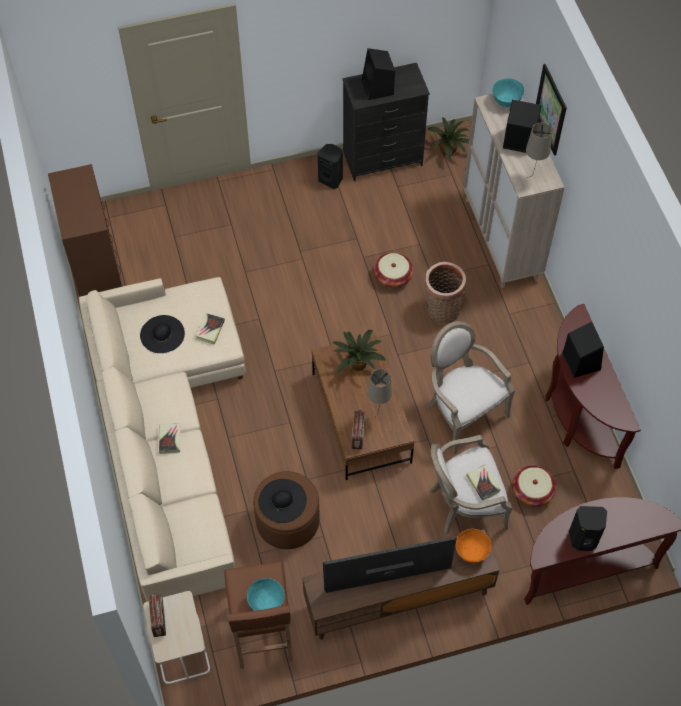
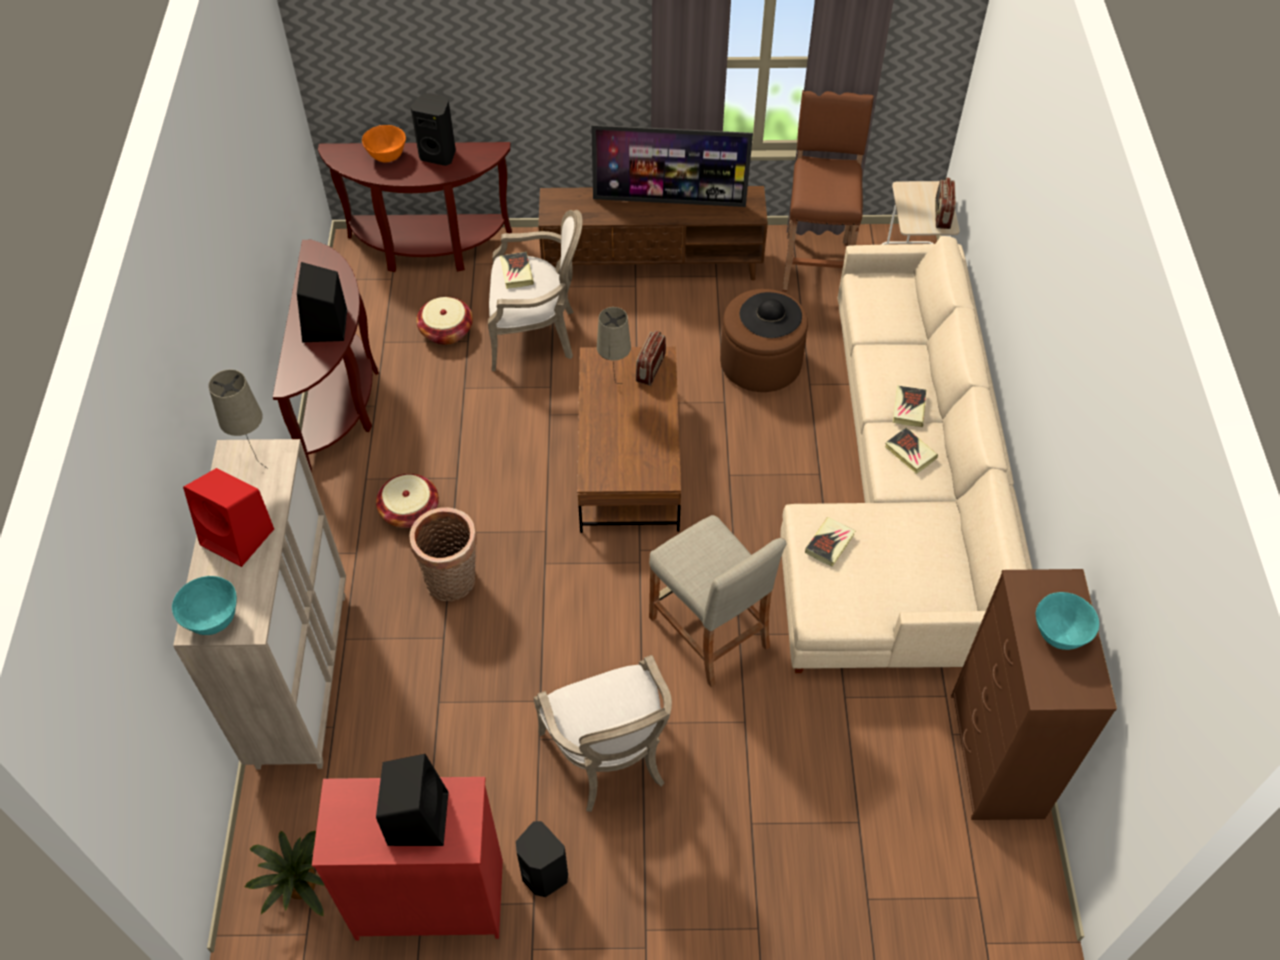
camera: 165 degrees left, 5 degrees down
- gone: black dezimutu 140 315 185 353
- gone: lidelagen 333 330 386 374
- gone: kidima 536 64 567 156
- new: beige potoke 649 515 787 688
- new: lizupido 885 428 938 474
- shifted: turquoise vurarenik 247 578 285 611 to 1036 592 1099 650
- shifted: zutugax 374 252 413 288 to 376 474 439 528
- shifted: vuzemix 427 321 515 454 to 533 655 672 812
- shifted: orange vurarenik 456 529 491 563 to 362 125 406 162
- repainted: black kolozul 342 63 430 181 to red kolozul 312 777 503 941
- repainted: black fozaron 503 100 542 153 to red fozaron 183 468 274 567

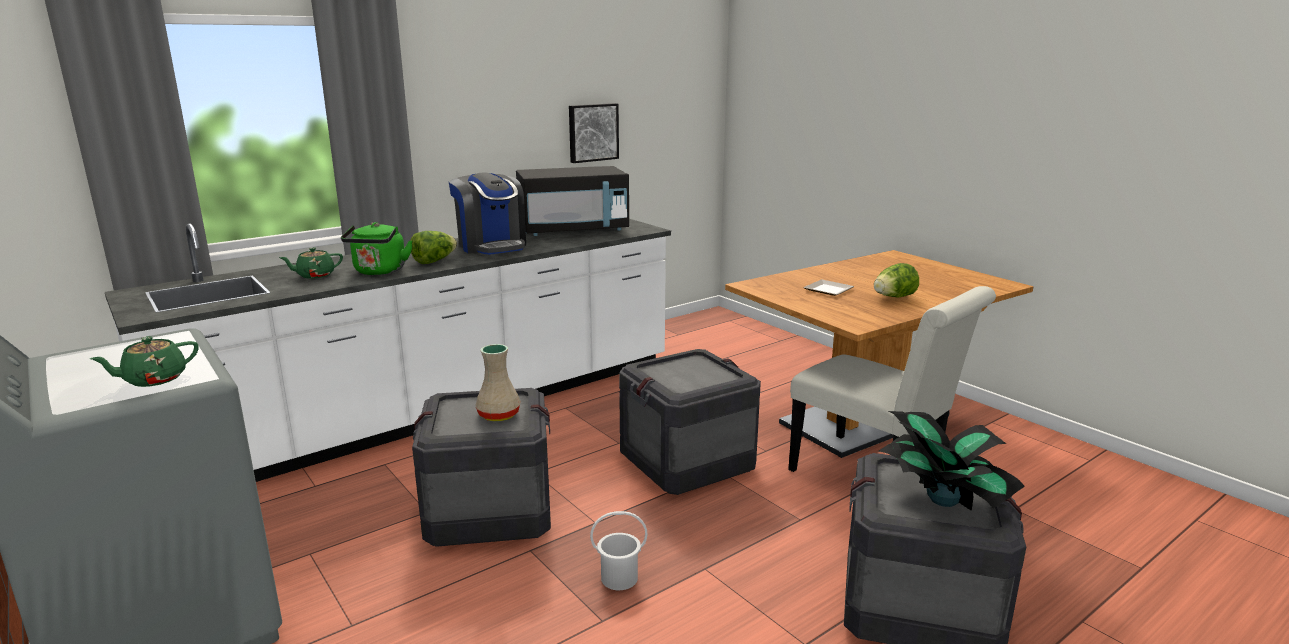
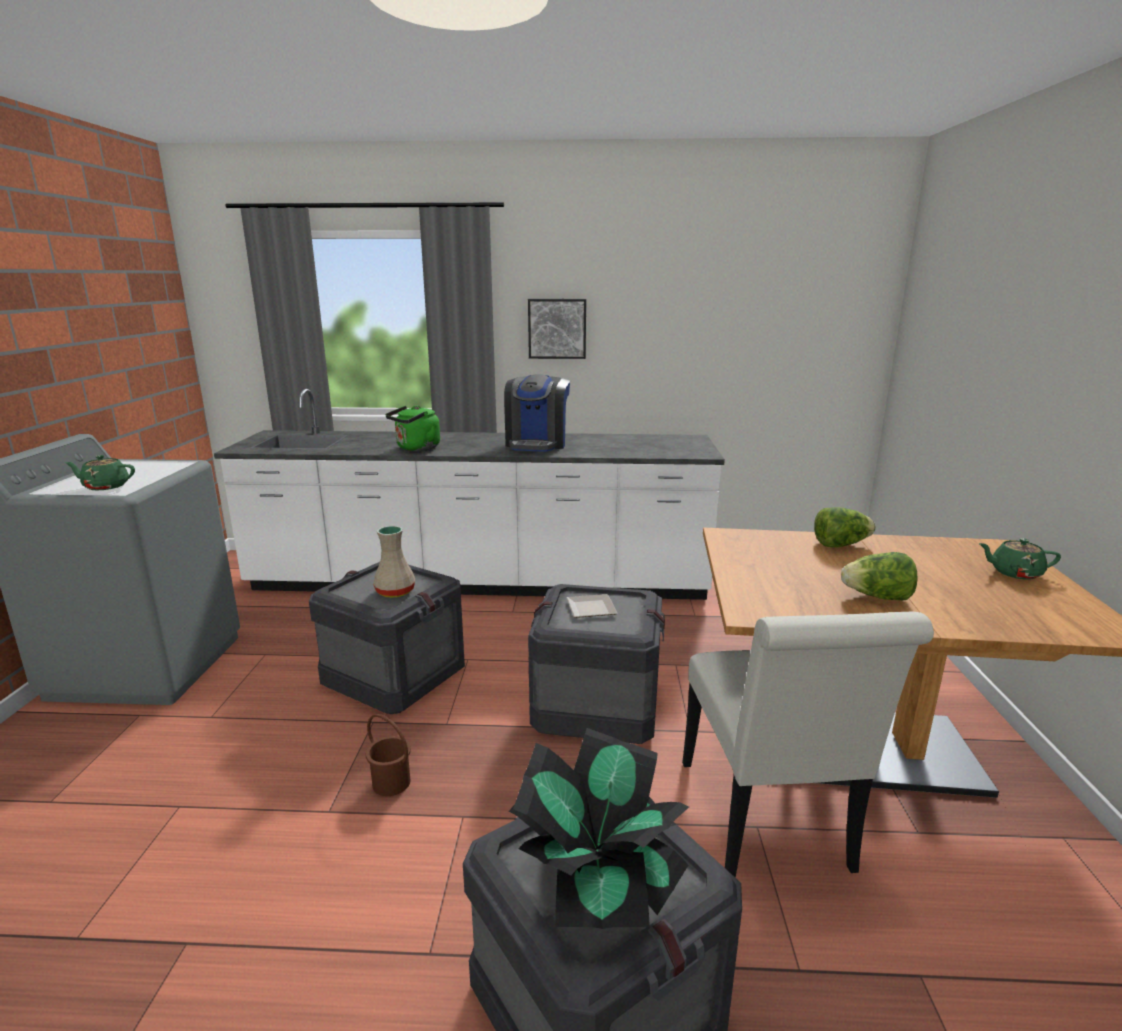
camera: 40 degrees right, 0 degrees up
- gone: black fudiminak 516 166 629 236
- shifted: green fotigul 279 247 343 279 to 979 538 1061 579
- shifted: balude 410 231 457 264 to 814 507 876 548
- shifted: kidima 569 103 619 163 to 528 299 586 359
- shifted: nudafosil 803 279 854 296 to 566 594 618 618
- repainted: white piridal 590 511 648 590 to brown piridal 366 714 411 796

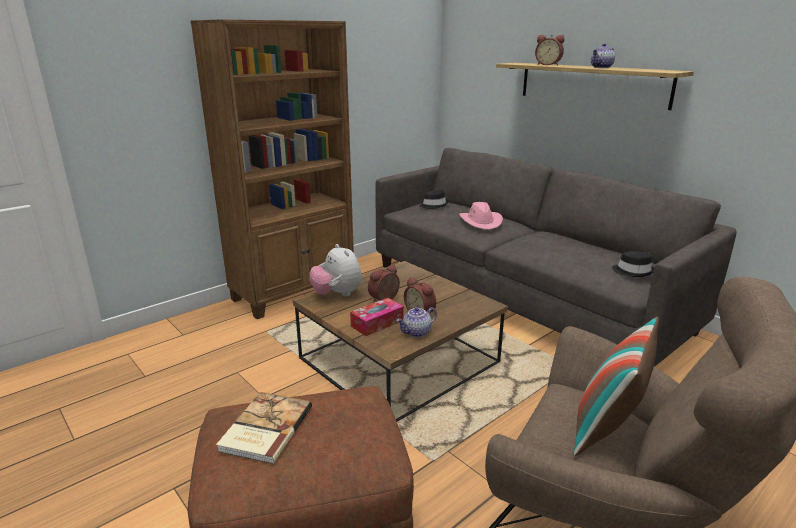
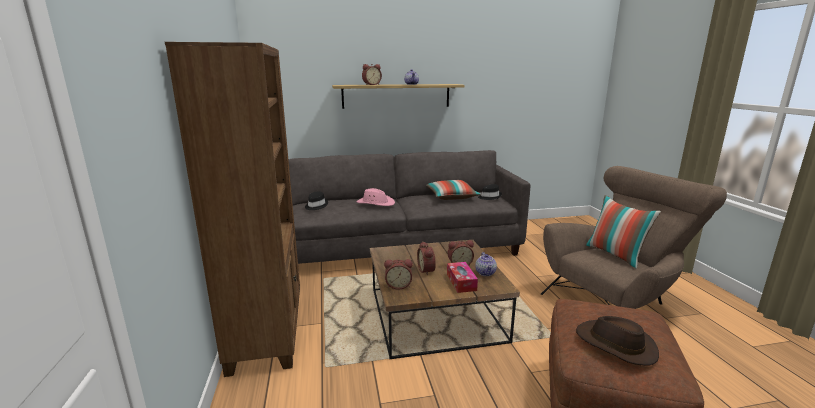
camera: 60 degrees left, 5 degrees down
- new: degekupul 426 180 481 200
- swapped: lizupido 216 392 312 464 to brown dezimutu 576 316 659 366
- swapped: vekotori 309 244 362 297 to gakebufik 384 259 413 290

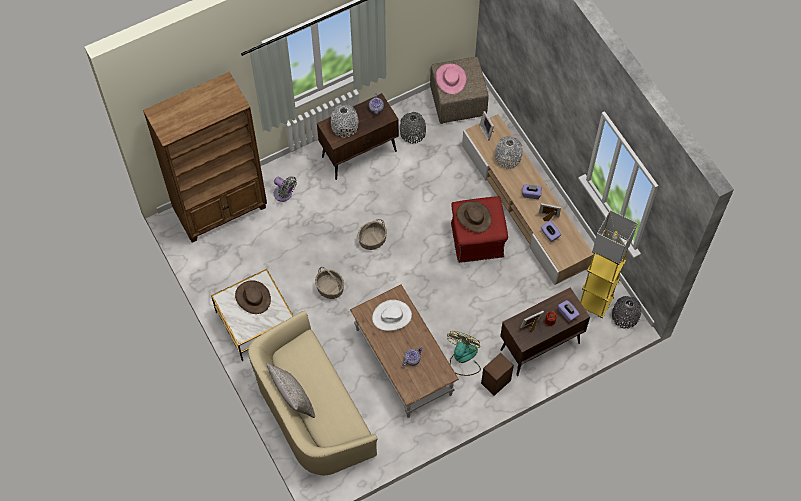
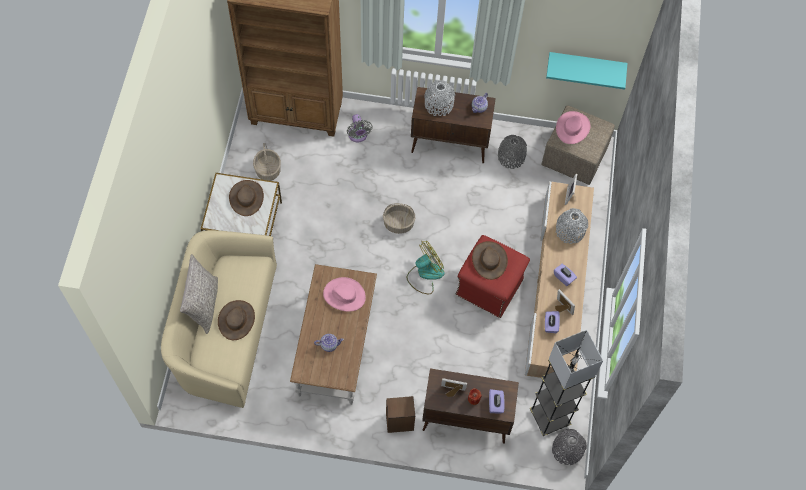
camera: 35 degrees right, 0 degrees up
- new: brown dezimutu 218 300 255 340
- new: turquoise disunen 546 52 627 90
- shifted: zutugax 315 267 344 299 to 253 143 281 181
- shifted: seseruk 447 331 481 376 to 407 240 445 294
- repainted: white dezimutu 372 300 412 331 to pink dezimutu 323 277 366 312
- repainted: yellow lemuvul 580 210 638 318 to grey lemuvul 530 330 603 436

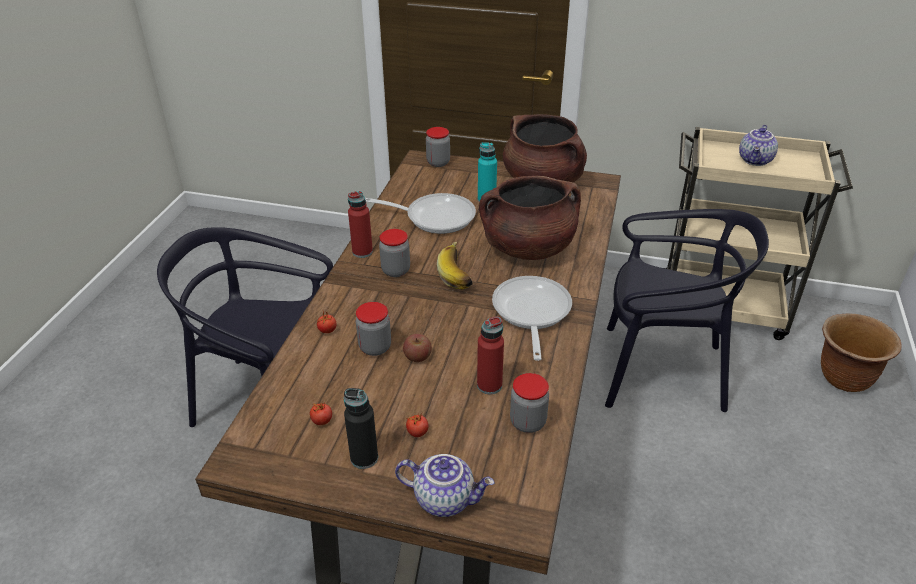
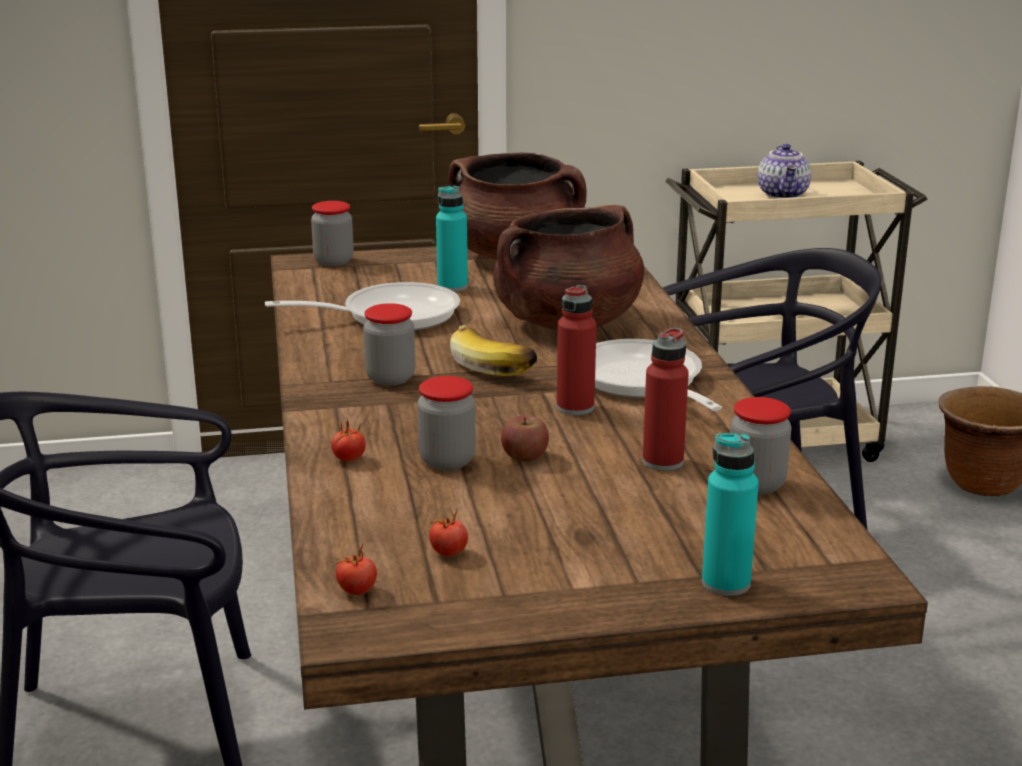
camera: 25 degrees left, 15 degrees down
- gone: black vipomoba 344 388 378 469
- shifted: red vipomoba 348 191 373 258 to 557 285 597 415
- shifted: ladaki 406 413 429 437 to 336 544 377 595
- swapped: fotigul 395 454 495 517 to turquoise vipomoba 702 433 759 596

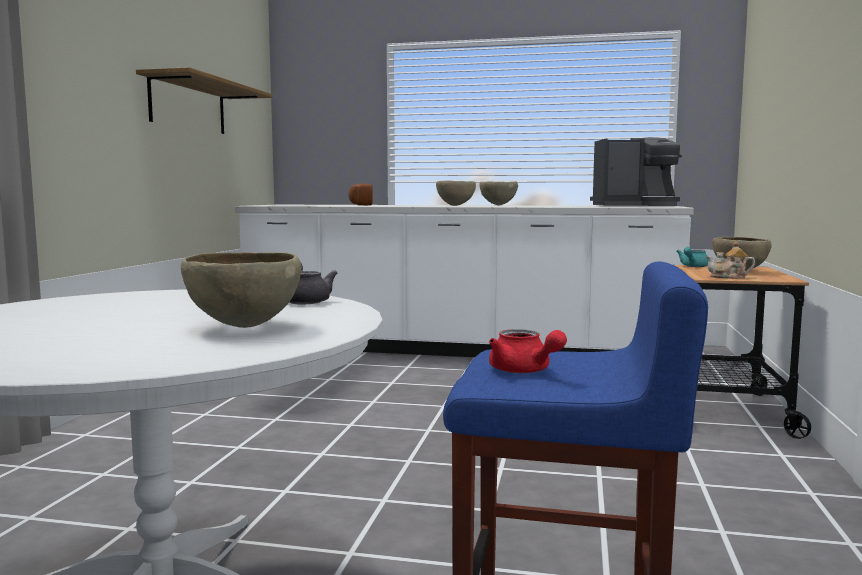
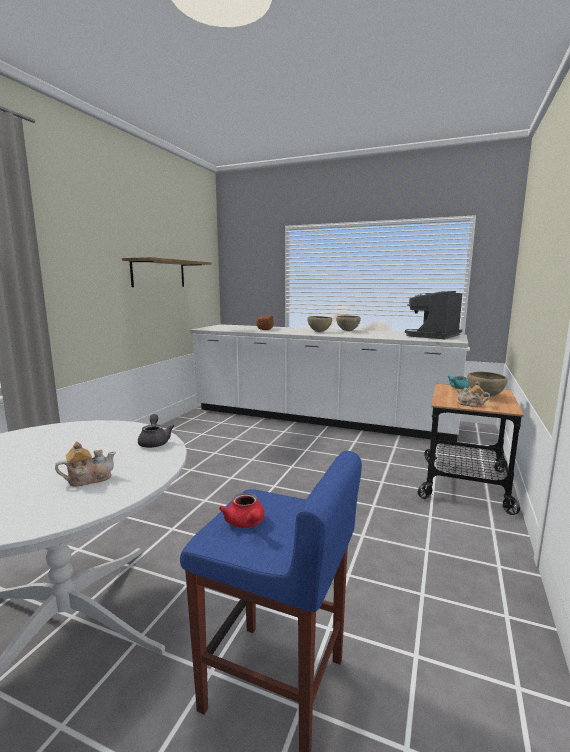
camera: 10 degrees right, 5 degrees up
- swapped: brown vurarenik 181 252 302 328 to fotigul 55 441 116 487
- rotated: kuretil 590 137 682 206 = 405 291 463 339 120 degrees clockwise

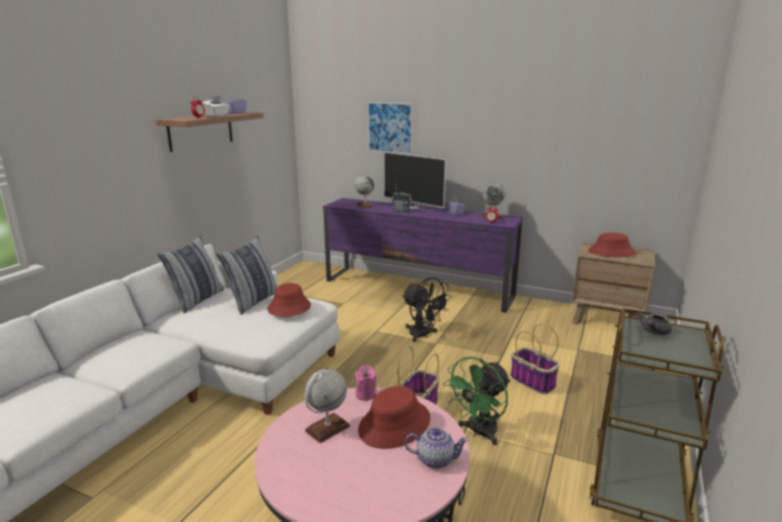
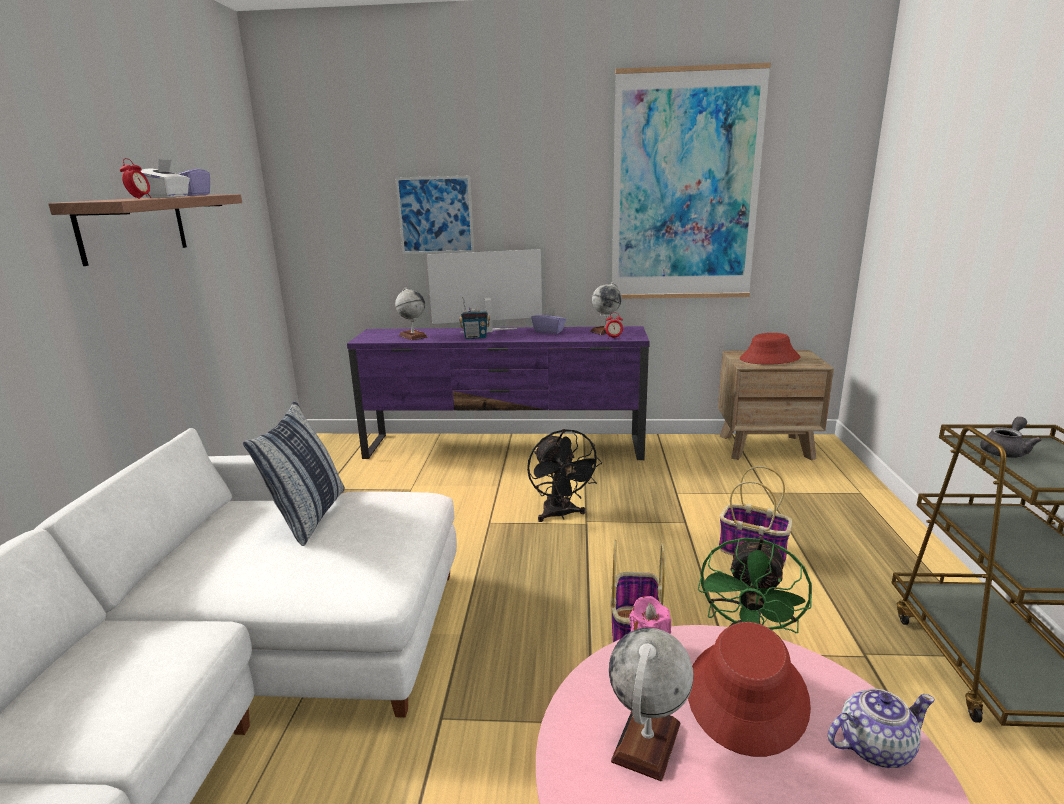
camera: 20 degrees left, 0 degrees up
- gone: degekupul 157 236 224 313
- gone: red dezimutu 268 283 311 317
- new: kidima 612 63 771 299
- rotated: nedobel 384 152 446 211 = 427 249 542 333 150 degrees clockwise
- rotated: black seseruk 402 277 452 342 = 527 429 602 522 45 degrees clockwise
- rotated: grey fotigul 638 312 671 335 = 980 417 1042 458 150 degrees counterclockwise

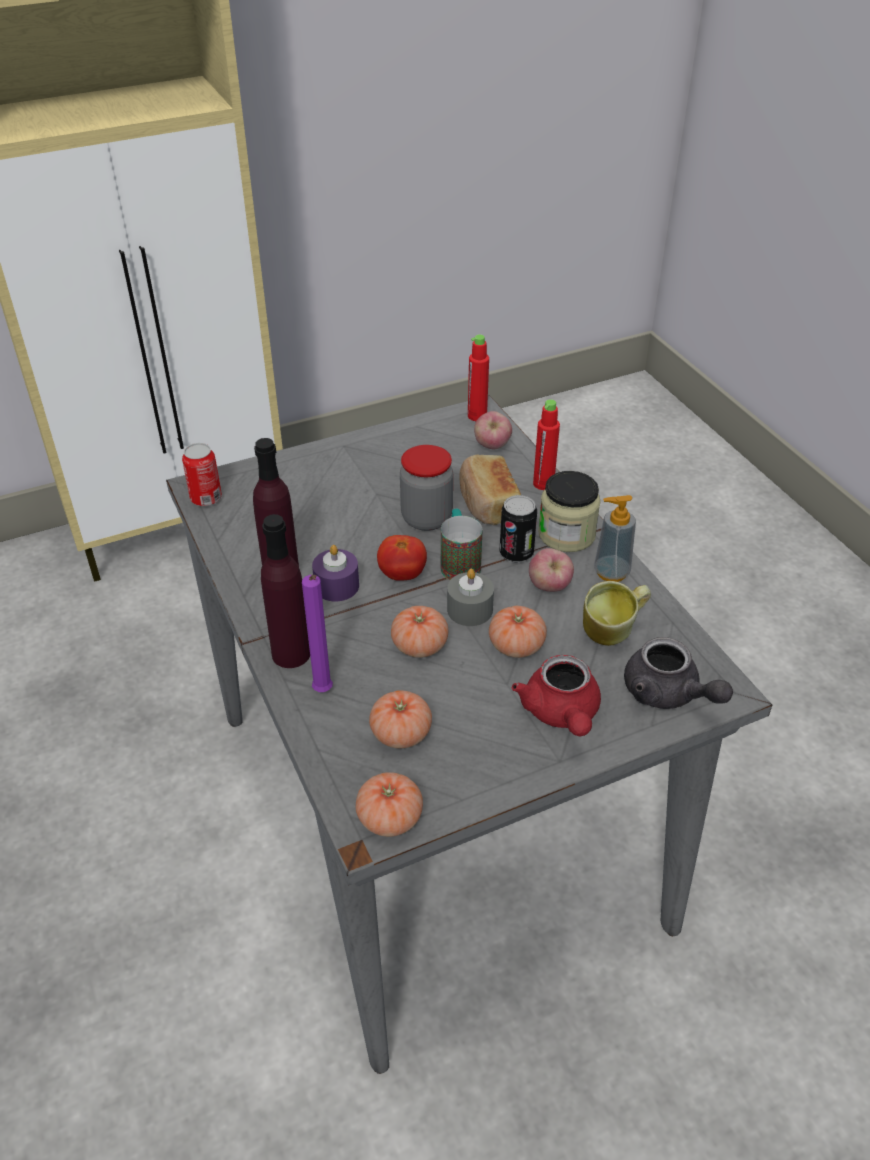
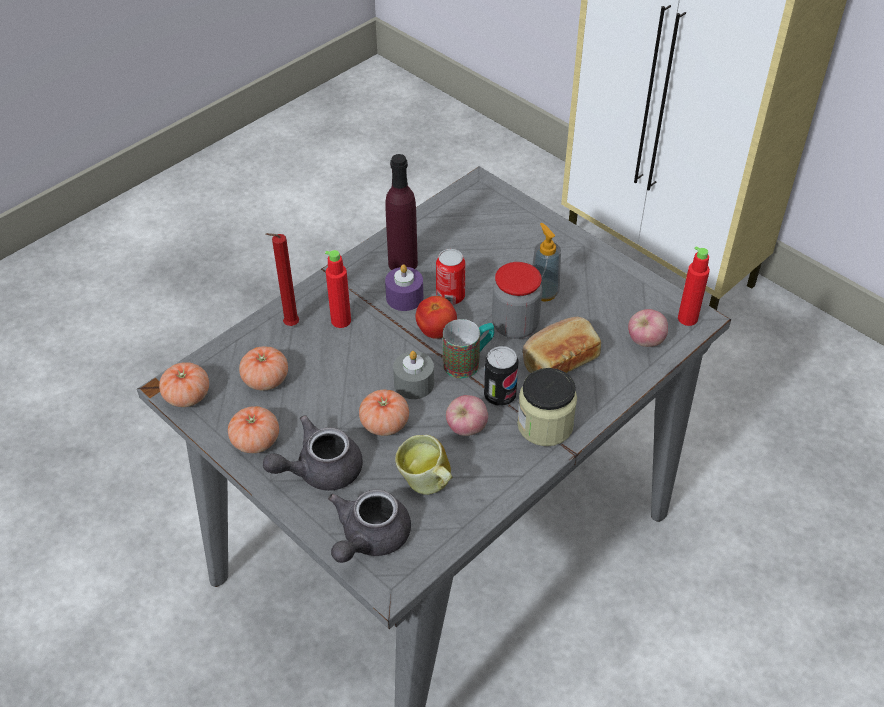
camera: 70 degrees right, 5 degrees up
- gone: purple vipomoba 261 514 310 668
- shifted: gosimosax 182 443 222 506 to 436 249 465 305
- shifted: ladaki 391 606 448 658 to 228 406 279 453
- shifted: red vipomoba 533 399 560 490 to 325 250 351 328
- shifted: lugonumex 594 495 636 582 to 532 223 561 302
- repainted: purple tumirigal 302 575 333 692 to red tumirigal 265 233 299 326
- repainted: red fotigul 512 655 601 736 to grey fotigul 263 415 363 491

